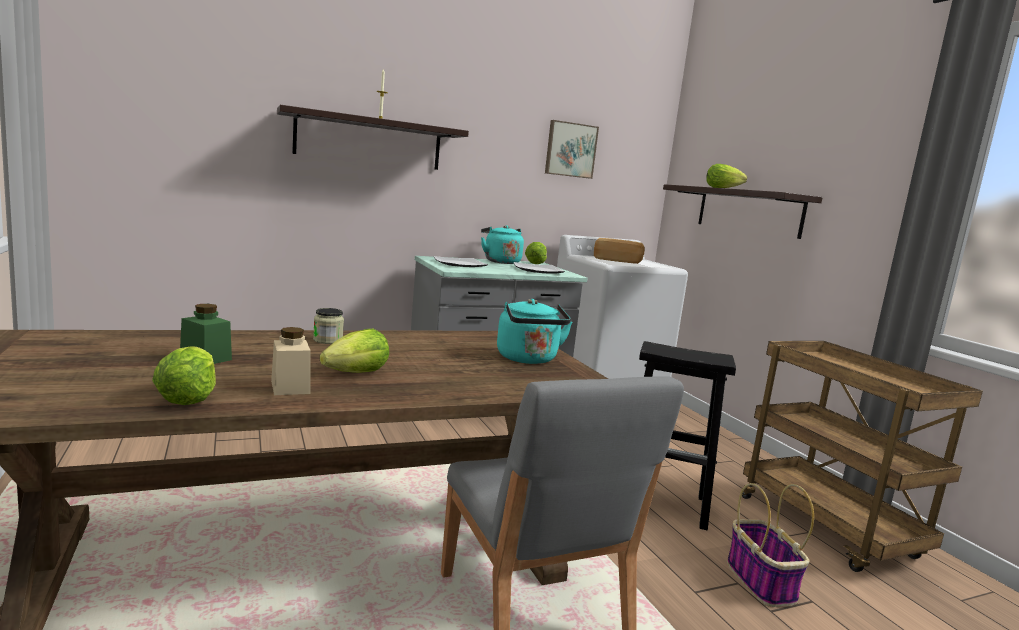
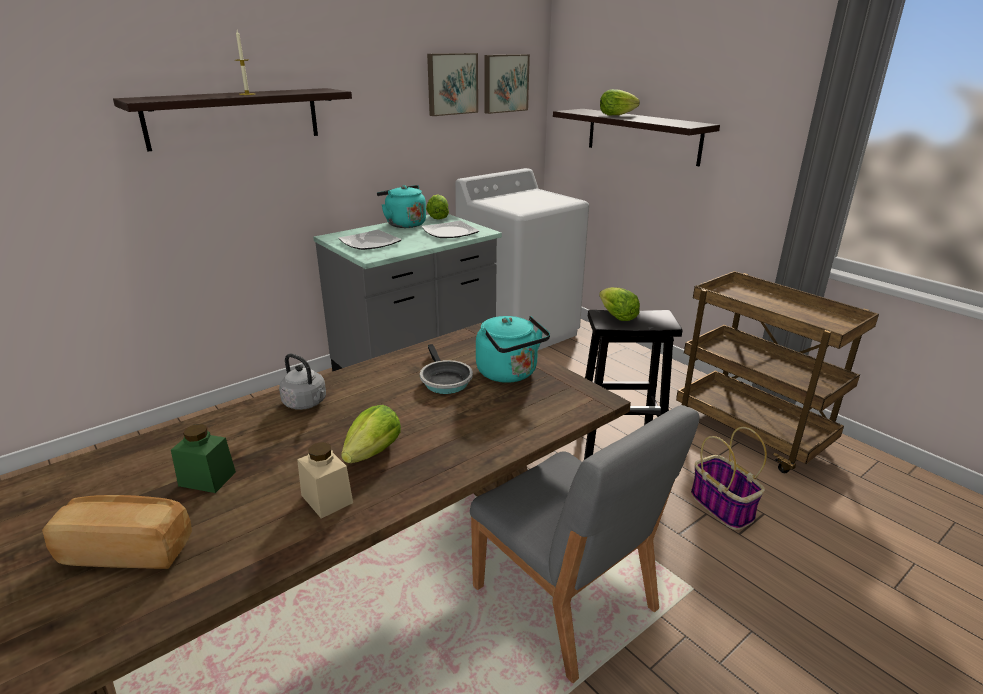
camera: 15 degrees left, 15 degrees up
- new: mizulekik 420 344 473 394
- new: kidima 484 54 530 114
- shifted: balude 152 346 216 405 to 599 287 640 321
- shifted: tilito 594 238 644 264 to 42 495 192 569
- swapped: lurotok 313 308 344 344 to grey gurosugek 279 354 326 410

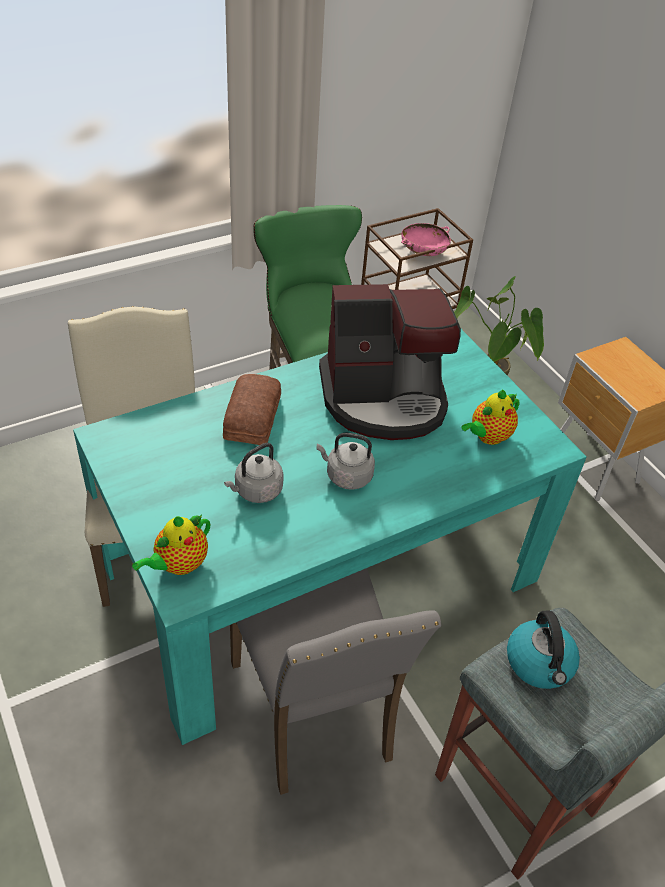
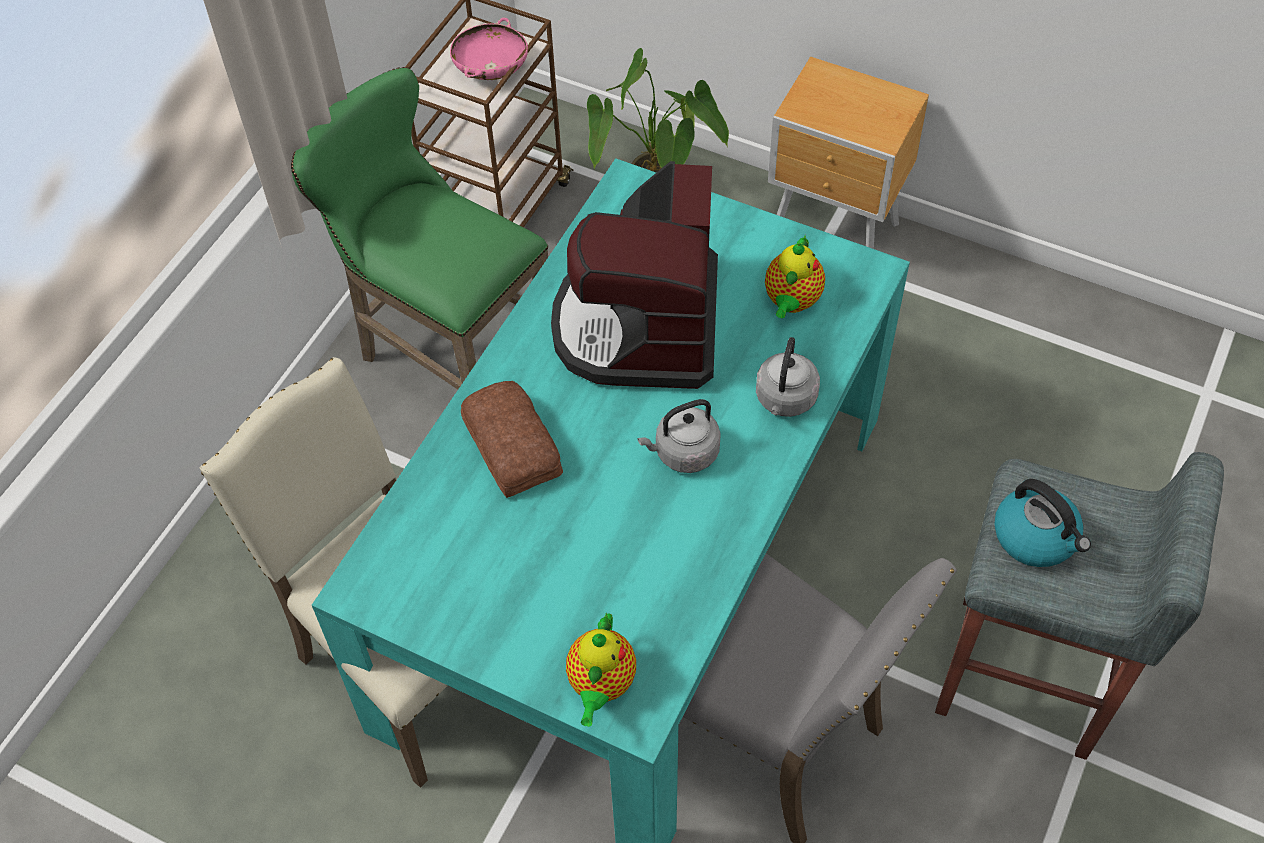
camera: 30 degrees left, 10 degrees up
- shifted: grey gurosugek 224 443 284 503 to 756 337 820 417
- rotated: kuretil 319 284 461 440 = 551 161 718 389 135 degrees clockwise

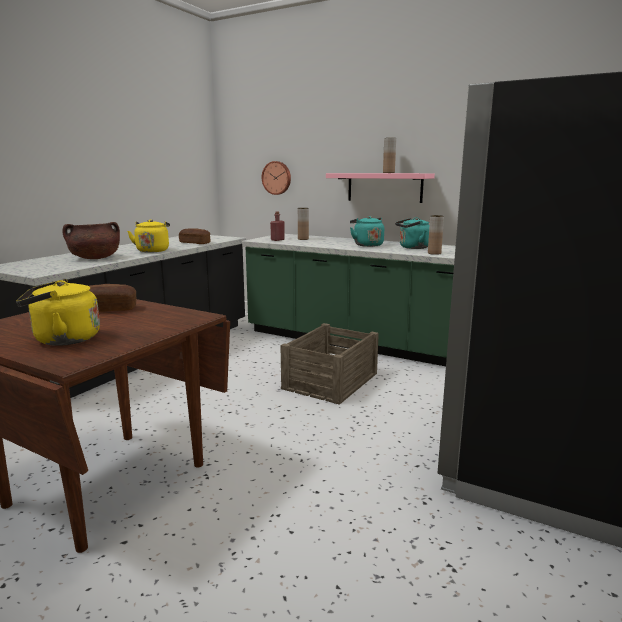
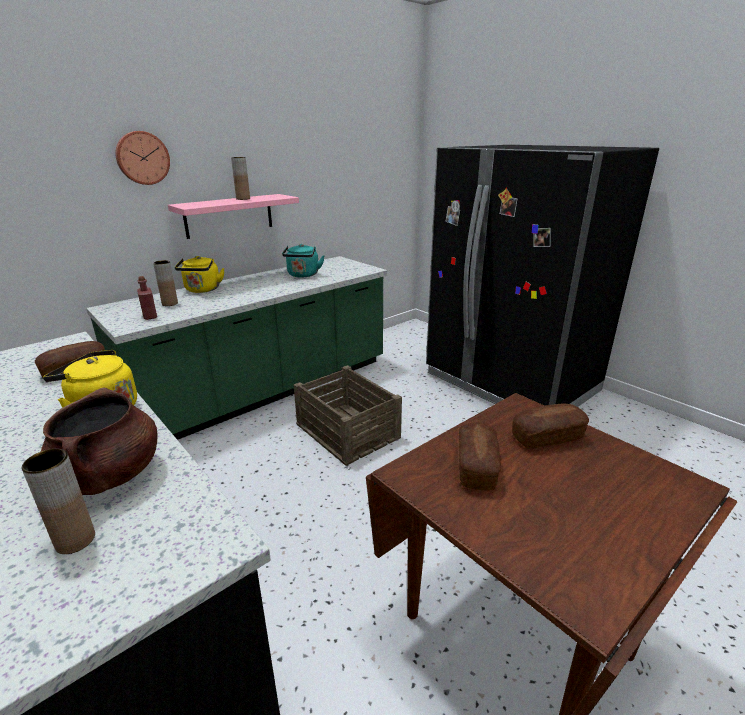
camera: 70 degrees left, 10 degrees up
- gone: turquoise gurosugek 350 216 384 247
- new: tilito 512 403 589 448
- shifted: yellow gurosugek 16 279 100 346 to 175 256 225 293
- shifted: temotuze 262 161 291 195 to 115 131 170 185
- shifted: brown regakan 428 215 444 255 to 22 449 95 554

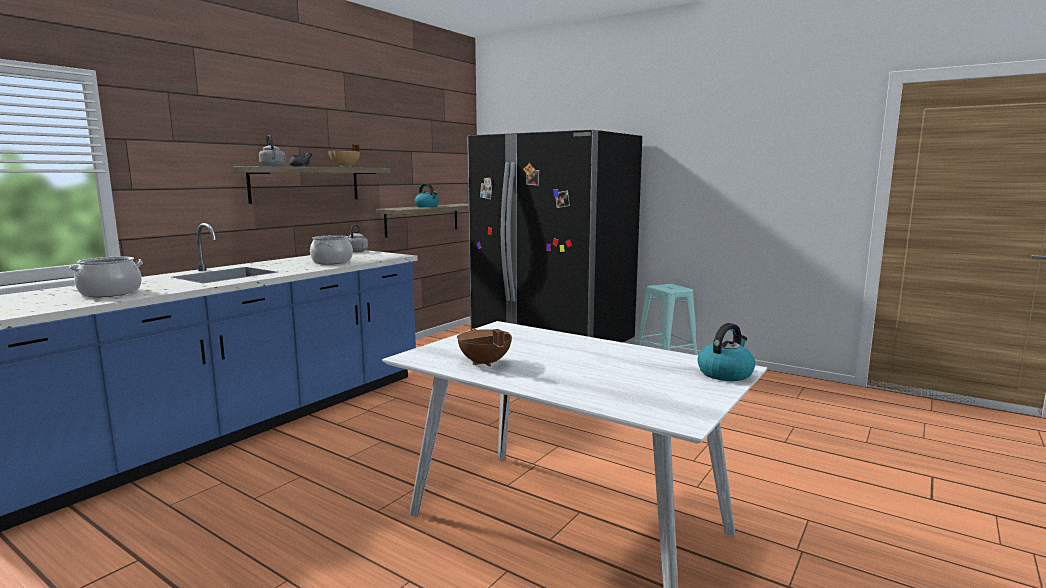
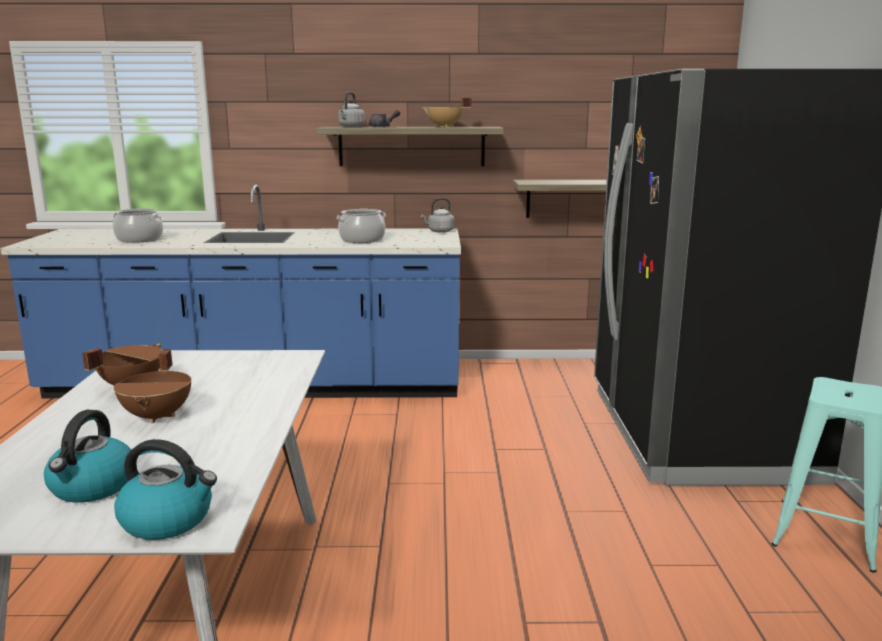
camera: 55 degrees right, 5 degrees up
- new: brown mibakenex 114 349 191 424
- shifted: gurosugek 414 183 439 207 to 44 410 131 503

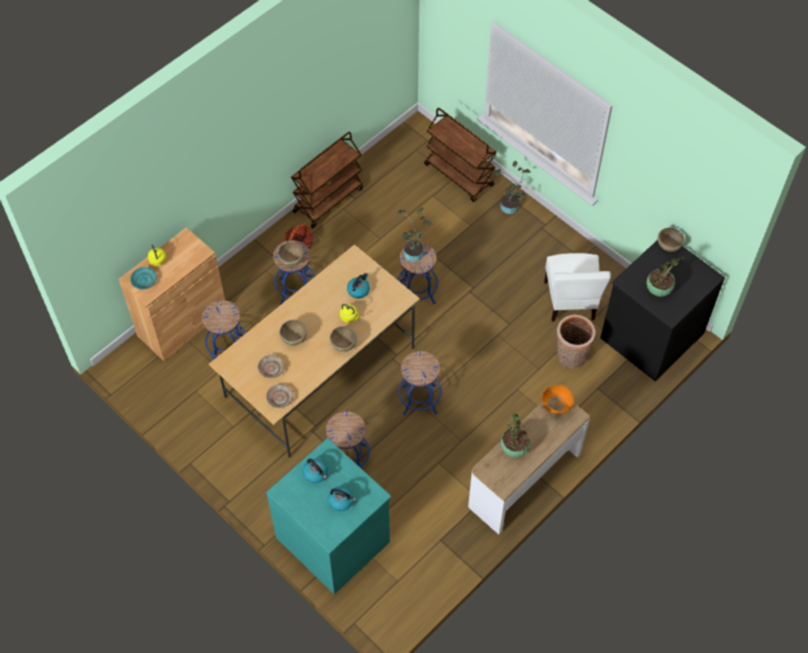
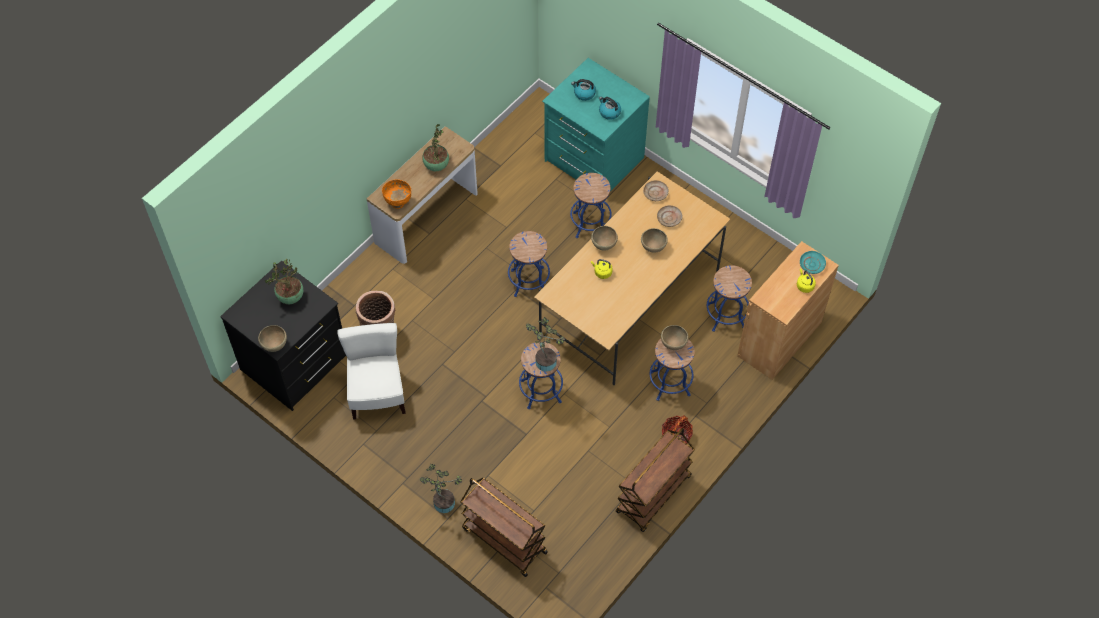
camera: 175 degrees right, 0 degrees up
- gone: gurosugek 347 273 370 299

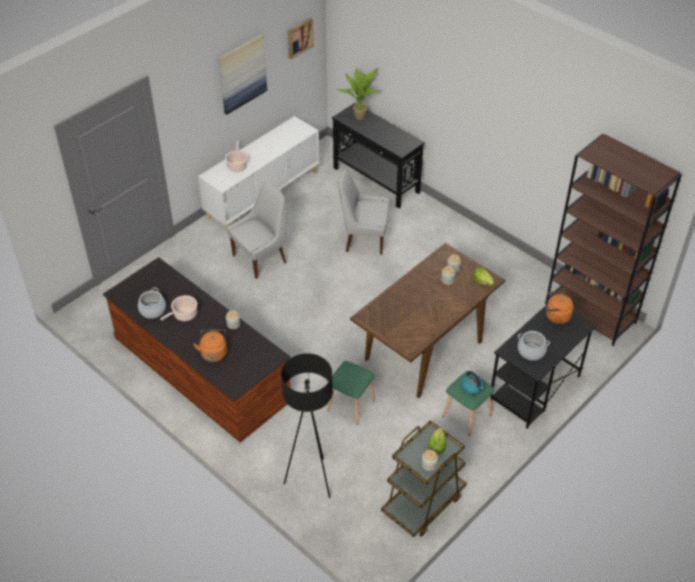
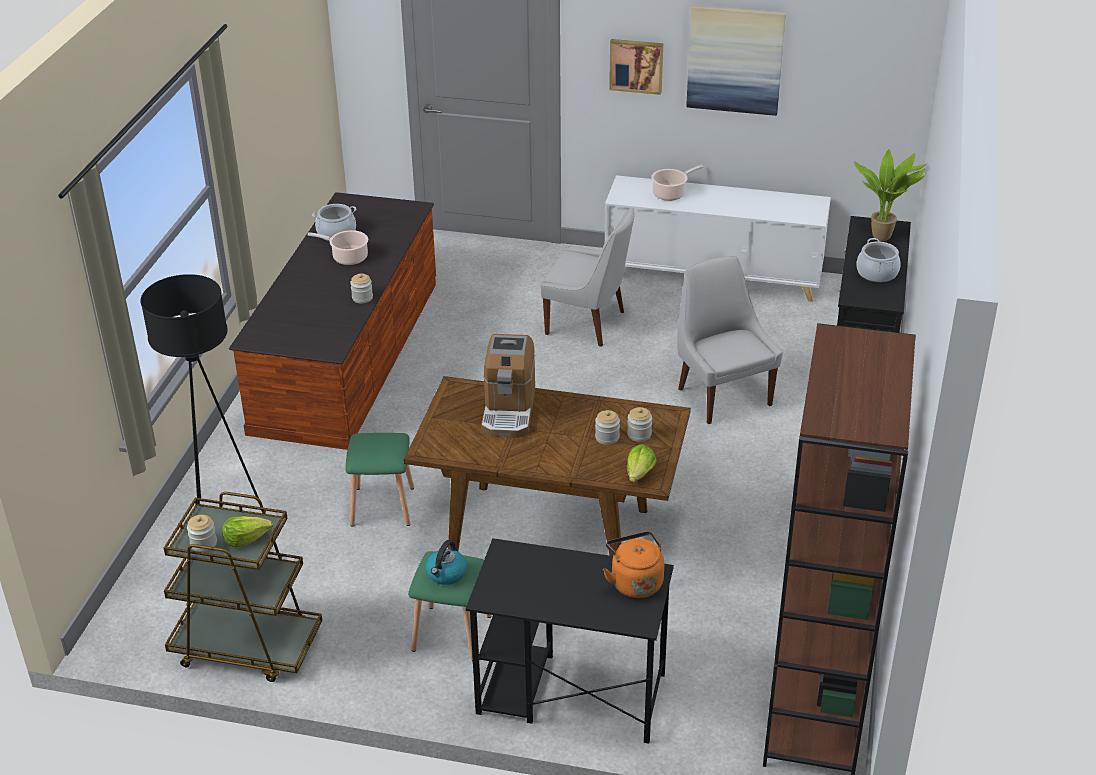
camera: 60 degrees right, 10 degrees down
- gone: orange gurosugek 193 329 227 362
- new: kuretil 481 334 535 438
- shifted: kidima 287 18 314 59 to 609 39 663 95
- shifted: mibakenex 518 331 550 360 to 856 238 901 283

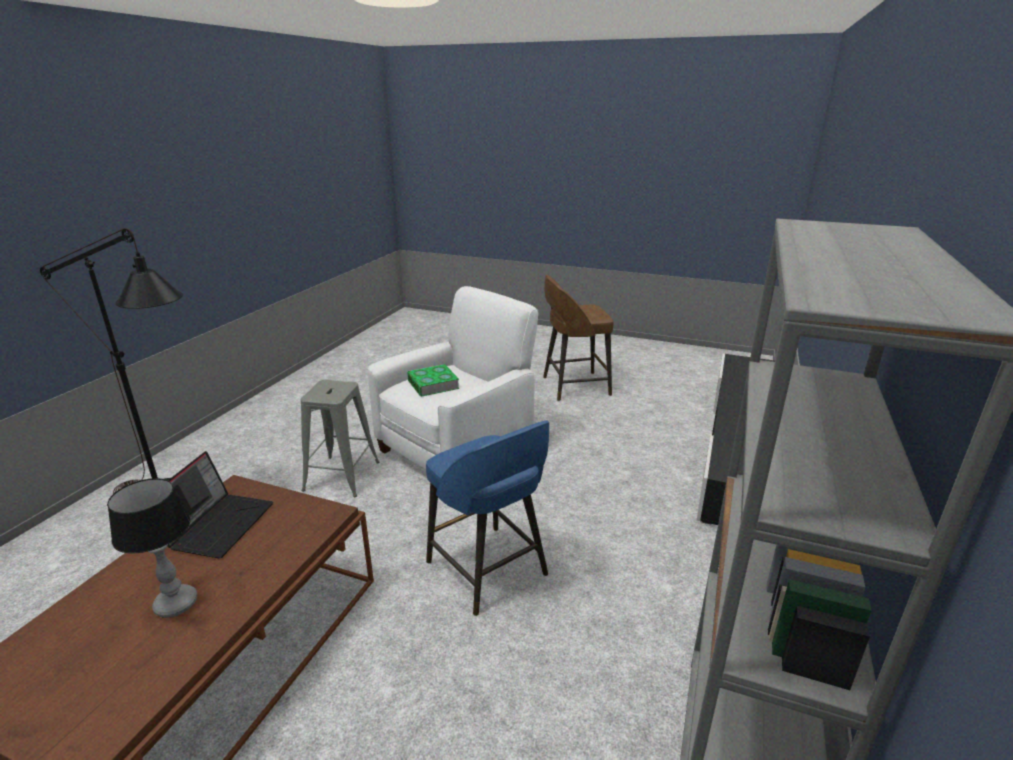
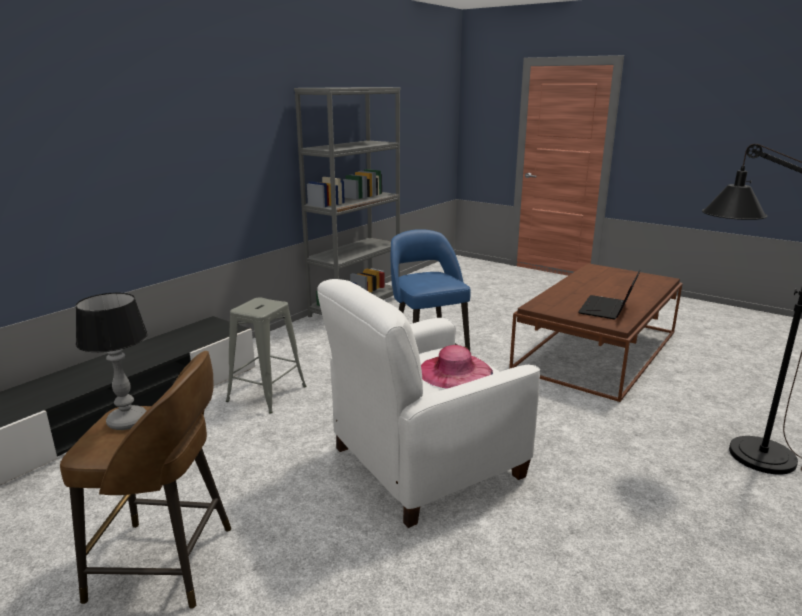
camera: 165 degrees left, 5 degrees down
- shifted: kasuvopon 107 478 197 618 to 75 292 148 430
- shifted: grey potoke 301 380 379 497 to 226 298 306 413
- swapped: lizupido 407 364 459 397 to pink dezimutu 421 345 493 389

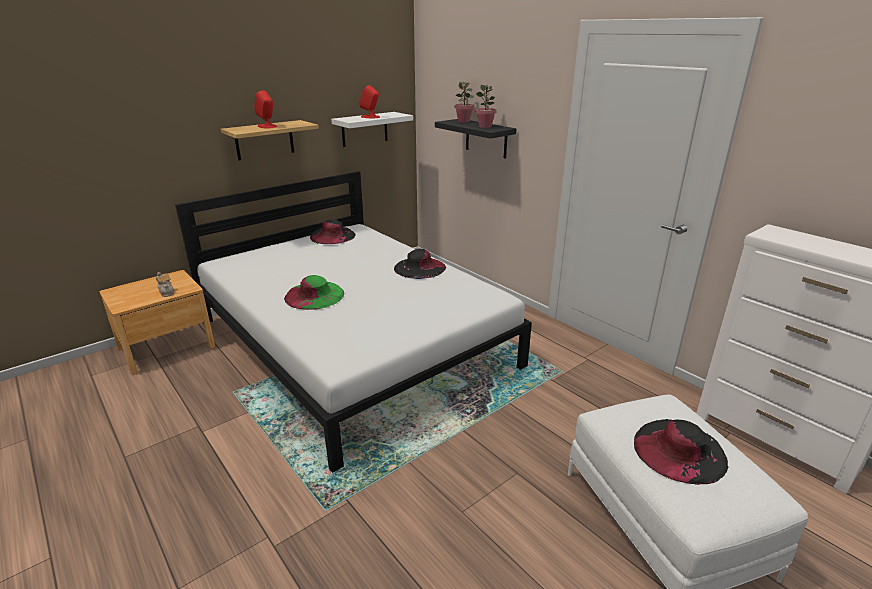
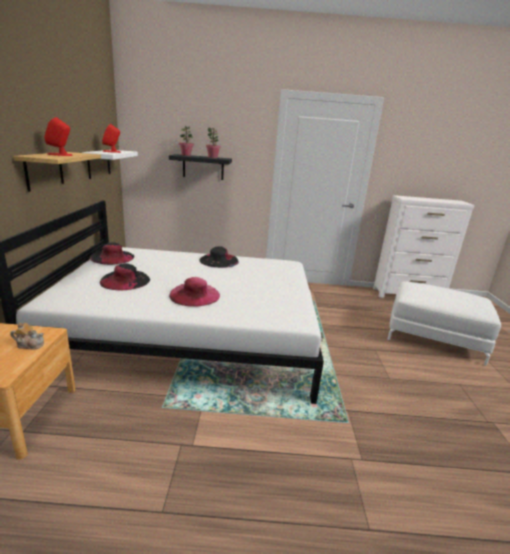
camera: 50 degrees left, 5 degrees down
- shifted: black dezimutu 634 419 729 485 to 100 263 150 290
- repainted: green dezimutu 284 275 344 310 to pink dezimutu 169 277 220 307

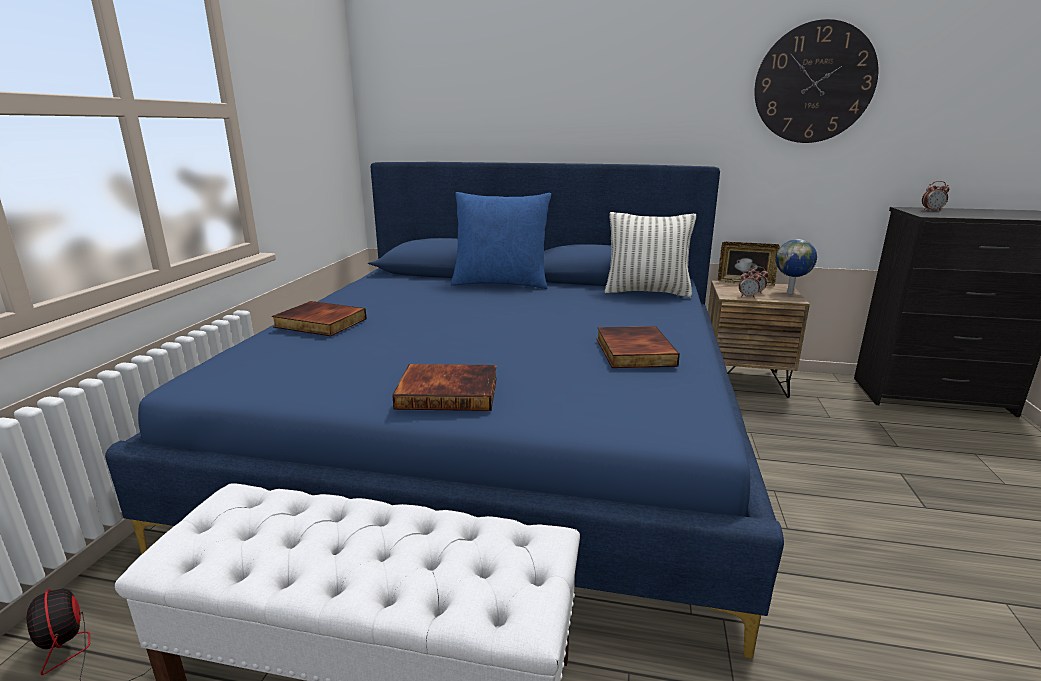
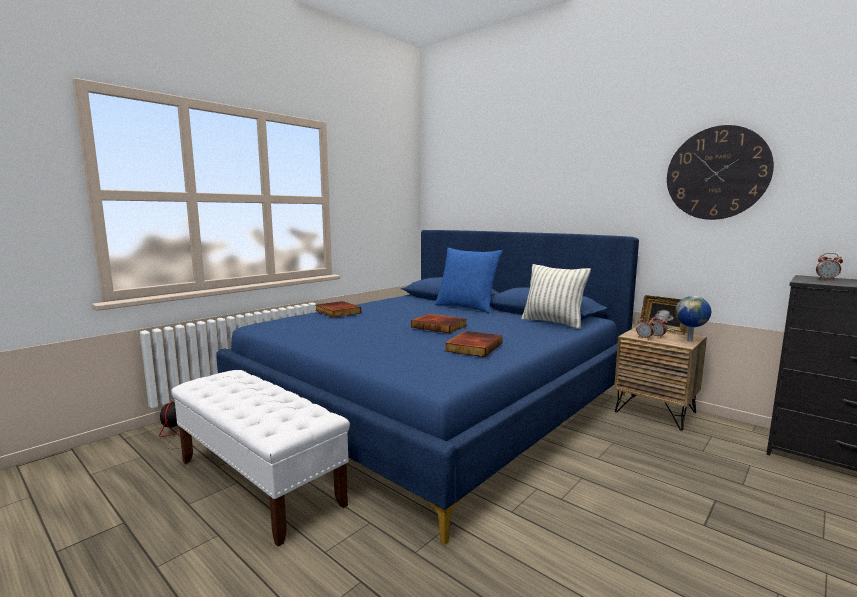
camera: 30 degrees right, 10 degrees down
- shifted: lizupido 392 364 497 411 to 411 314 467 333

